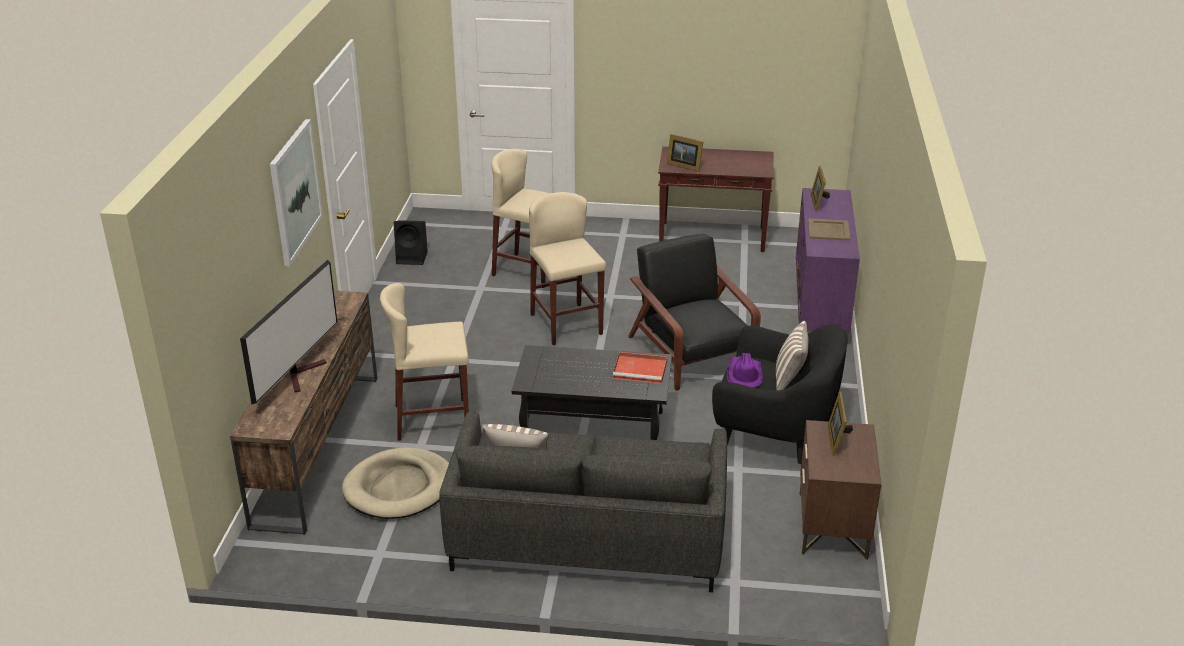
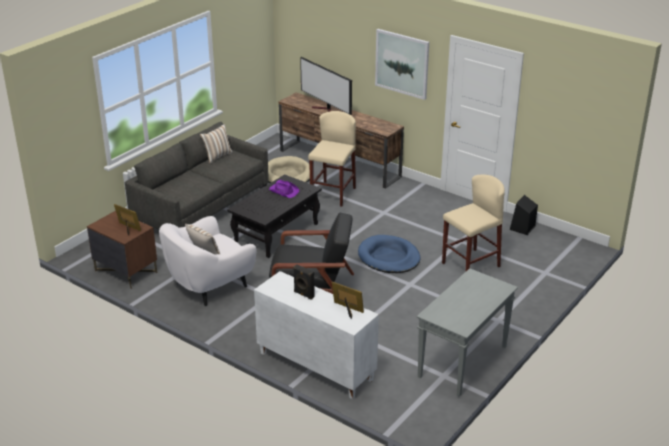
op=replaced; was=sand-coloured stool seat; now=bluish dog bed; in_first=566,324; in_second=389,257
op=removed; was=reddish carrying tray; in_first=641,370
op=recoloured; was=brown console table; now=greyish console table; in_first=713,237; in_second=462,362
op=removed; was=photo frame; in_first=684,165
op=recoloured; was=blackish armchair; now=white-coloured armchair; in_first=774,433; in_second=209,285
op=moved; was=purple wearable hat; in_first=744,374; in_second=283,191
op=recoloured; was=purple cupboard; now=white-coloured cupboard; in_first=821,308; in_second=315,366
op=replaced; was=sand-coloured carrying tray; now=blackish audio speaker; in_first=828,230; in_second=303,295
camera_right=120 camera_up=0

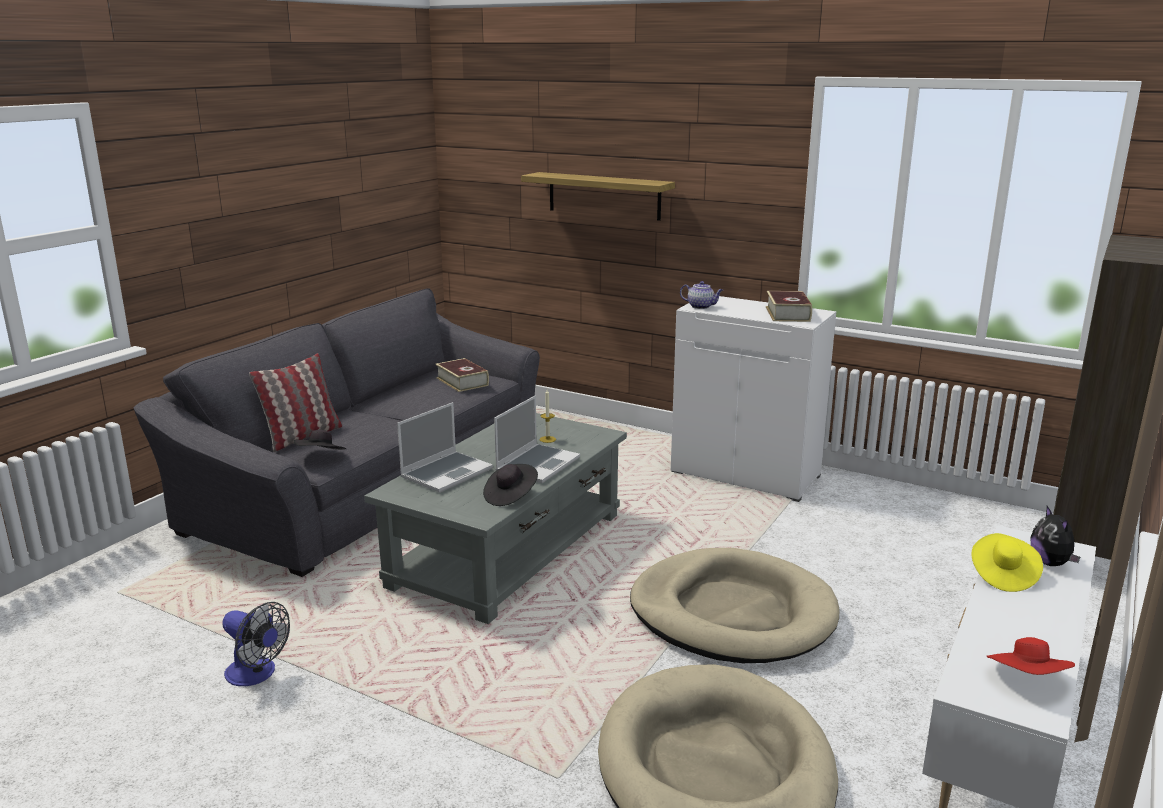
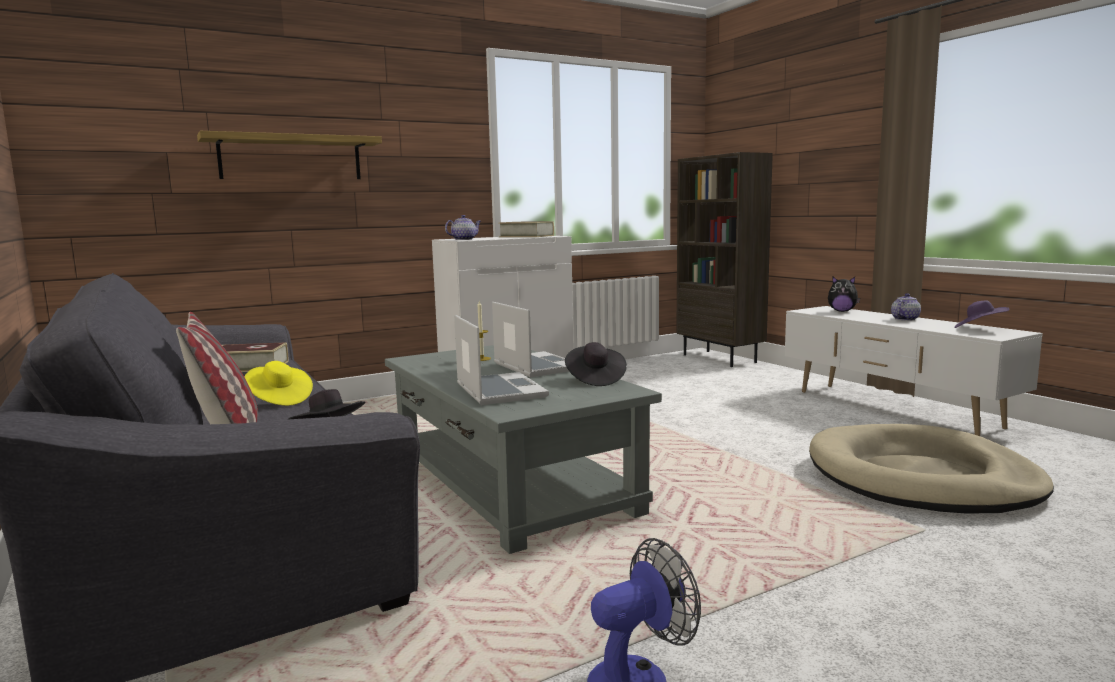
op=removed; was=sand-coloured dog bed; in_first=732,613
op=moved; was=yellow wearable hat; in_first=1002,576; in_second=279,400
op=recoloured; was=reddish wearable hat; now=purple wearable hat; in_first=1027,680; in_second=979,329
op=added; now=pot for tea; in_second=905,319
camera_right=-60 camera_up=-10

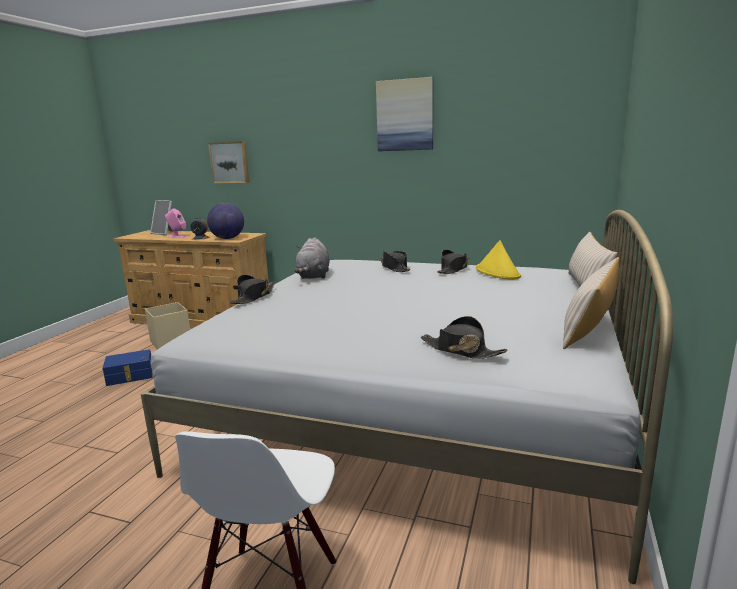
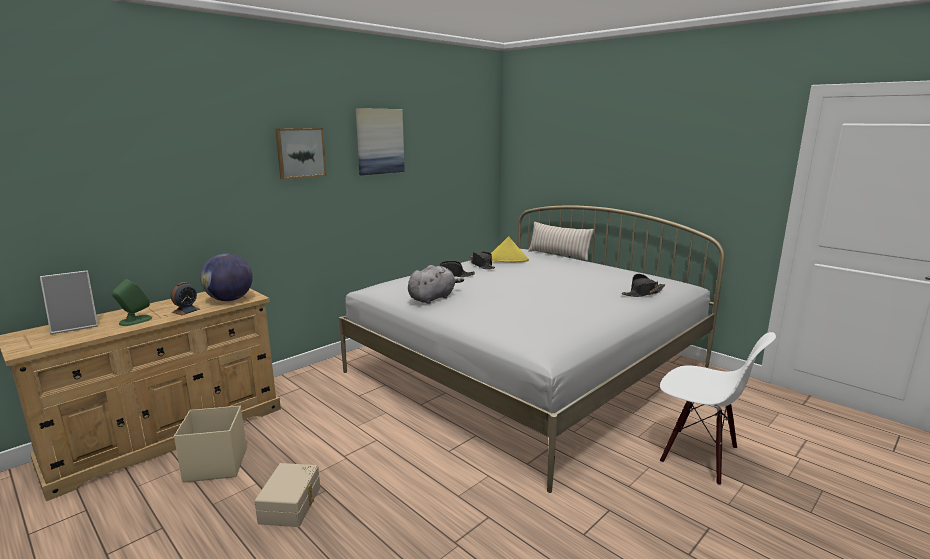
op=recoloured; was=bluish storage box; now=sand-coloured storage box; in_first=130,376; in_second=292,504
op=recoloured; was=pink-coloured audio speaker; now=green audio speaker; in_first=177,236; in_second=135,321
op=moved; was=wall art; in_first=230,162; in_second=300,153
op=removed; was=blackish wearable hat; in_first=253,297
op=turned; was=greyish soft toy; in_first=314,276; in_second=433,298; clockwise=-75
op=removed; was=sand-coloured cushion; in_first=589,327
camera_right=-65 camera_up=0

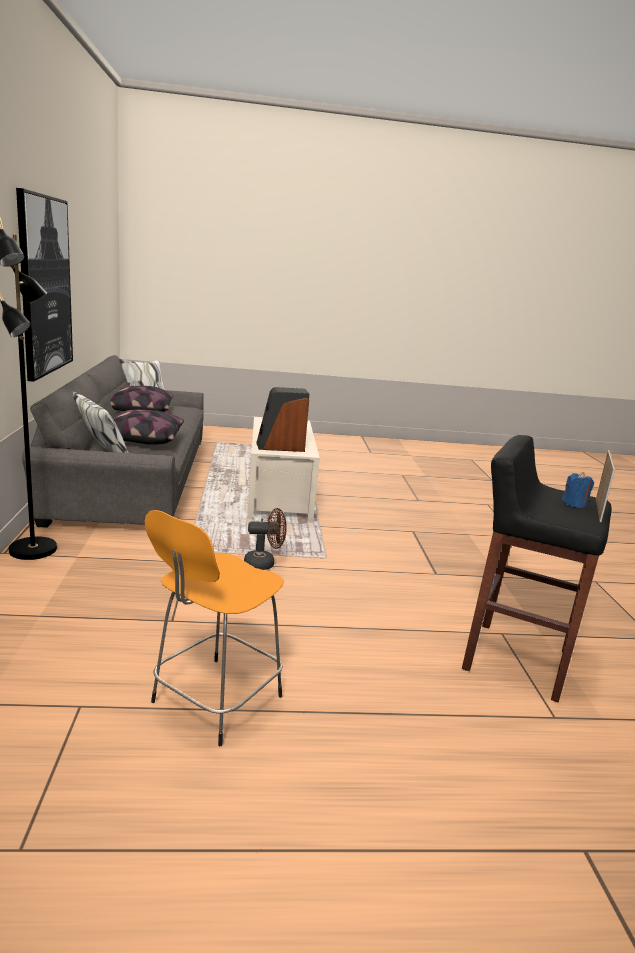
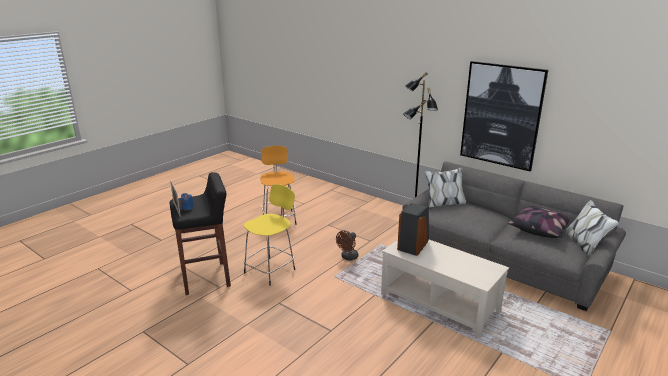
op=removed; was=cushion; in_first=141,441
op=added; now=yellow stool seat; in_second=271,270
camera_right=135 camera_up=5

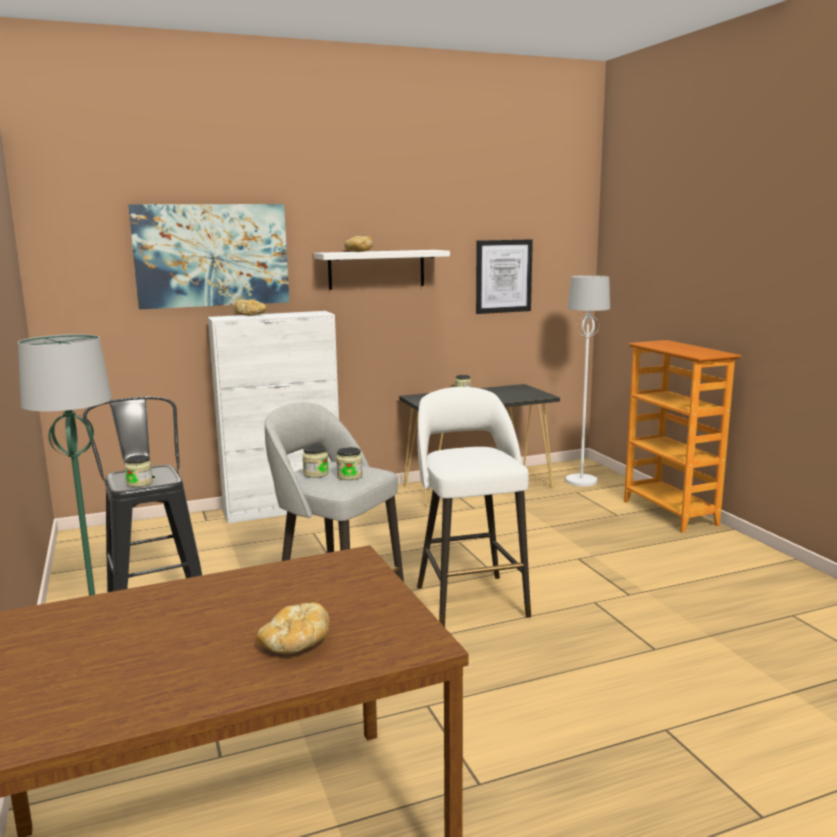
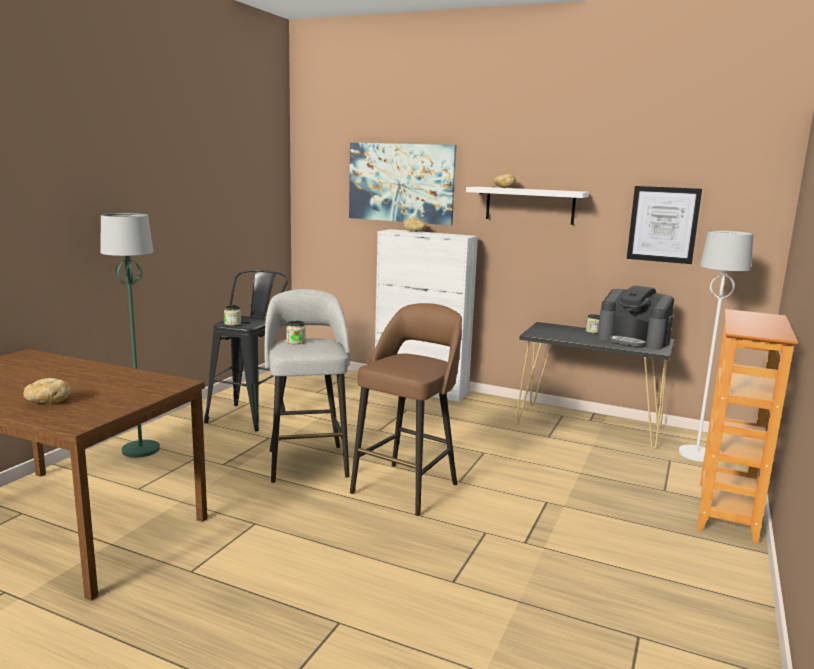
op=removed; was=storage jar; in_first=349,476
op=recoloured; was=white-coloured stool seat; now=brown stool seat; in_first=470,600; in_second=406,487
op=added; now=coffee maker; in_second=633,340
camera_right=45 camera_up=0

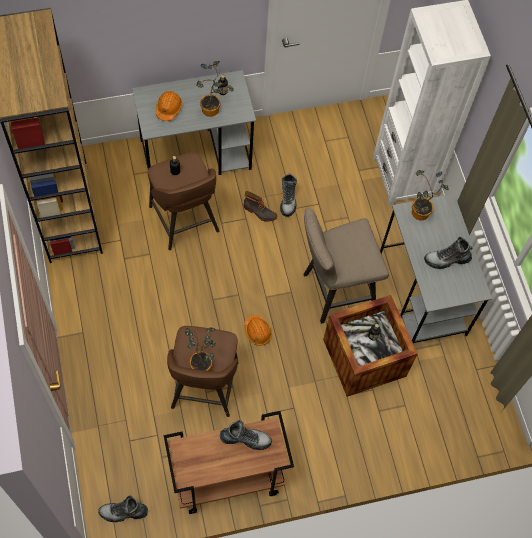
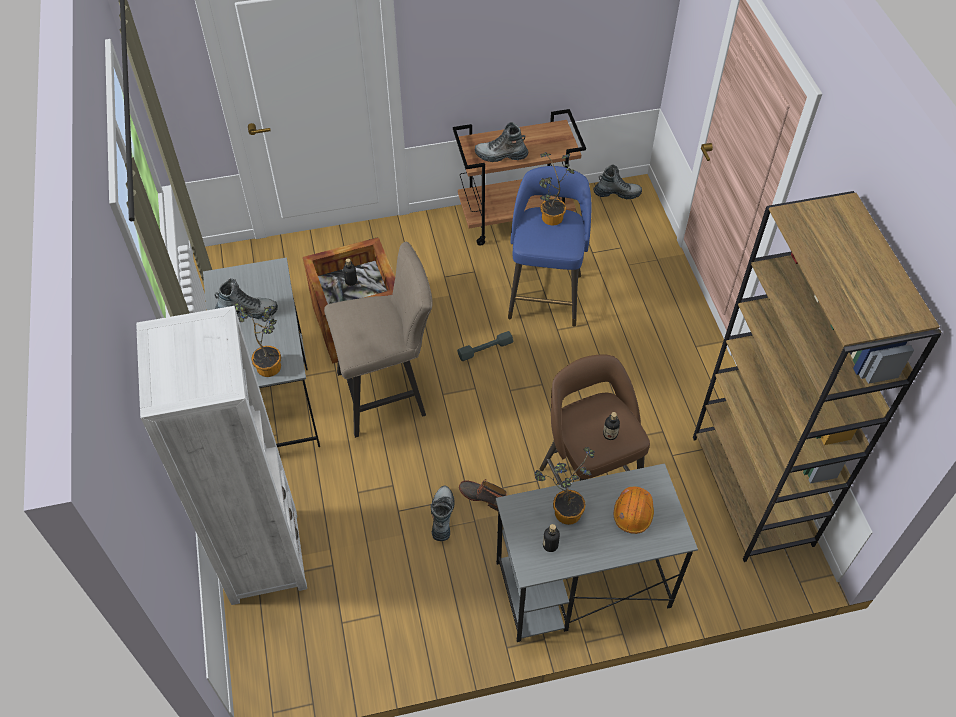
op=recoloured; was=brown stool seat; now=bluish stool seat; in_first=204,387; in_second=545,294
op=replaced; was=orange safety helmet; now=greyish free weight; in_first=257,332; in_second=485,349
camera_right=-175 camera_up=-10

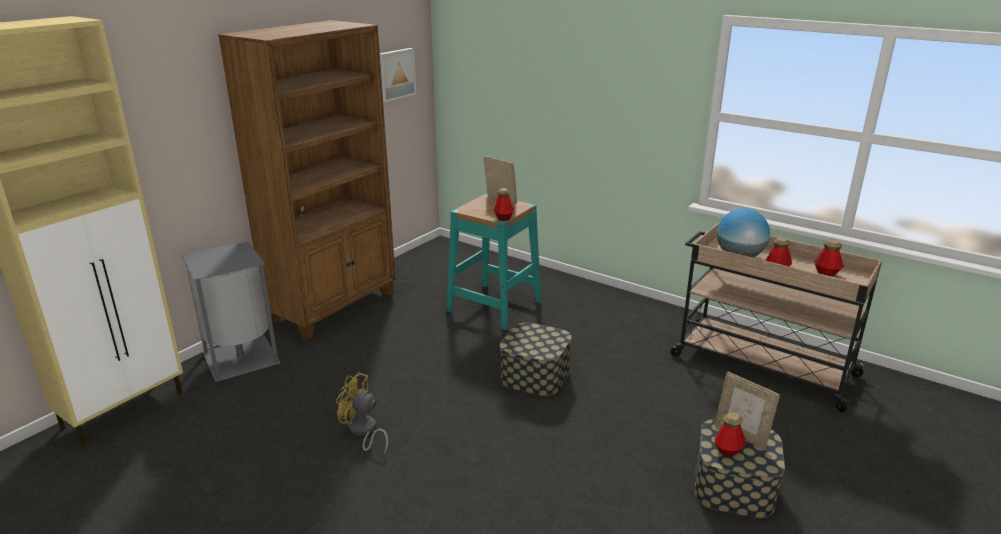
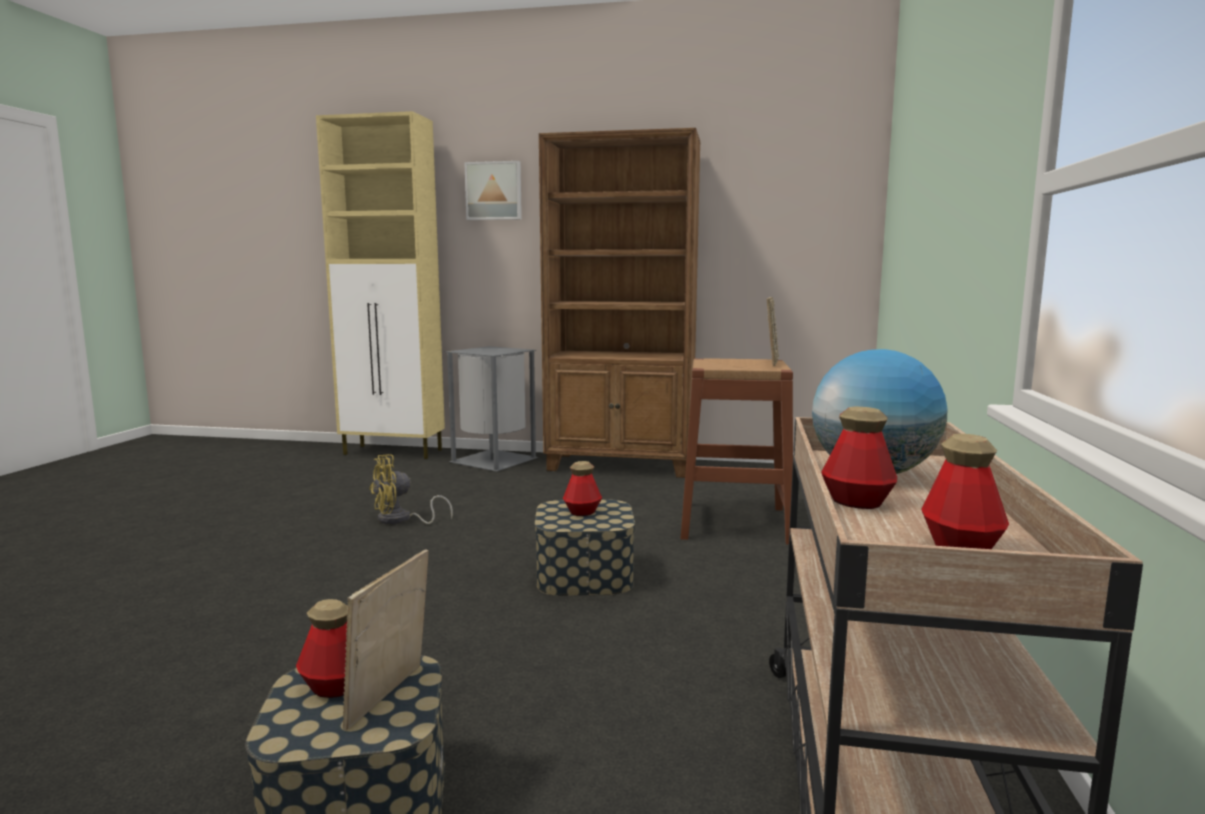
op=turned; was=yellow electric fan; in_first=363,431; in_second=401,520; clockwise=-120
op=moved; was=wall art; in_first=395,74; in_second=494,191
op=recoloured; was=turquoise-coloured stool seat; now=brown stool seat; in_first=494,306; in_second=734,522
op=moved; was=drink bottle; in_first=504,218; in_second=582,512
camera_right=65 camera_up=-15

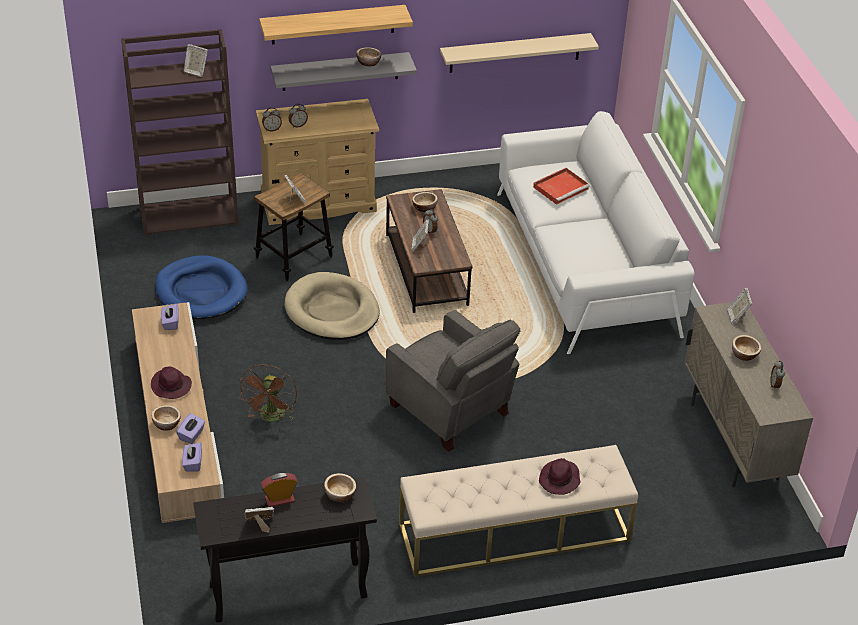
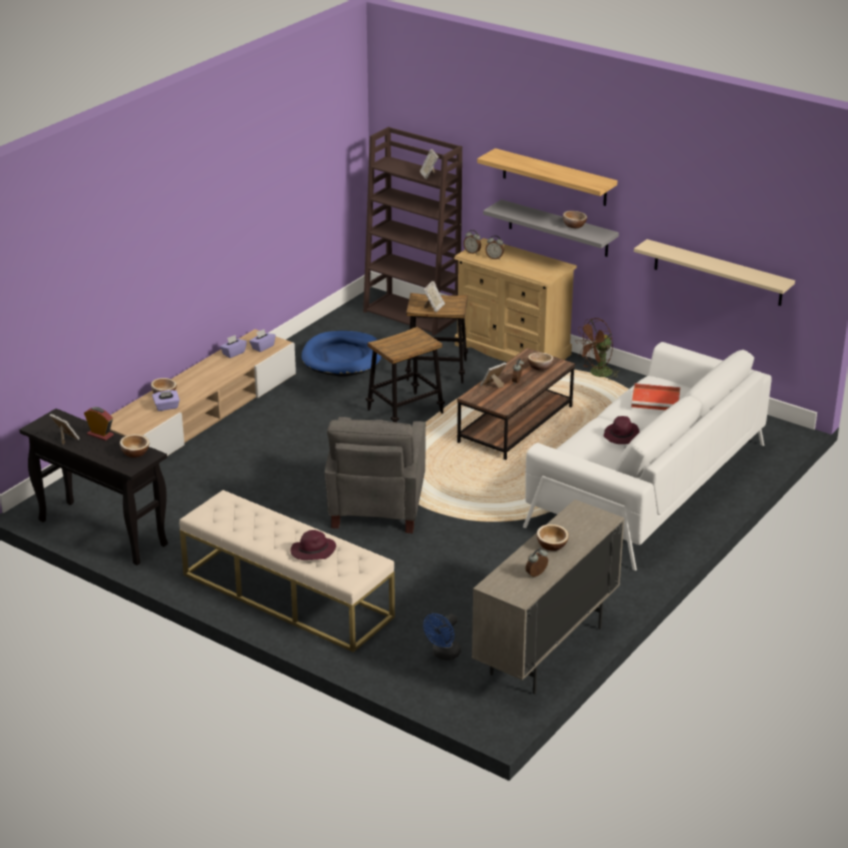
op=moved; was=purple wearable hat; in_first=171,386; in_second=622,436
op=moved; was=purple tissue holder; in_first=192,463; in_second=233,353
op=moved; was=brown electric fan; in_first=271,418; in_second=597,374
op=replaced; was=sand-coloured dog bed; now=stool seat; in_first=332,311; in_second=405,412
op=removed; was=photo frame; in_first=737,316
op=added; now=bluish electric fan; in_second=443,654
camera_right=50 camera_up=-10

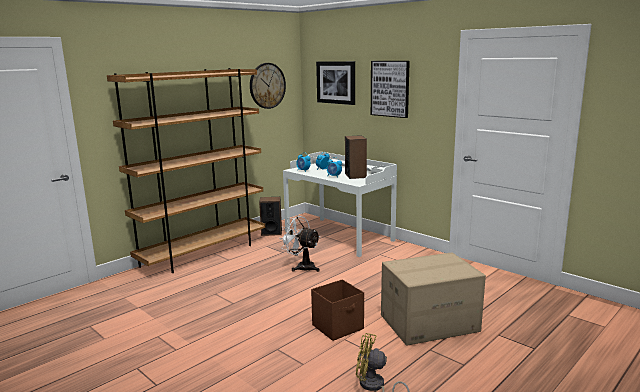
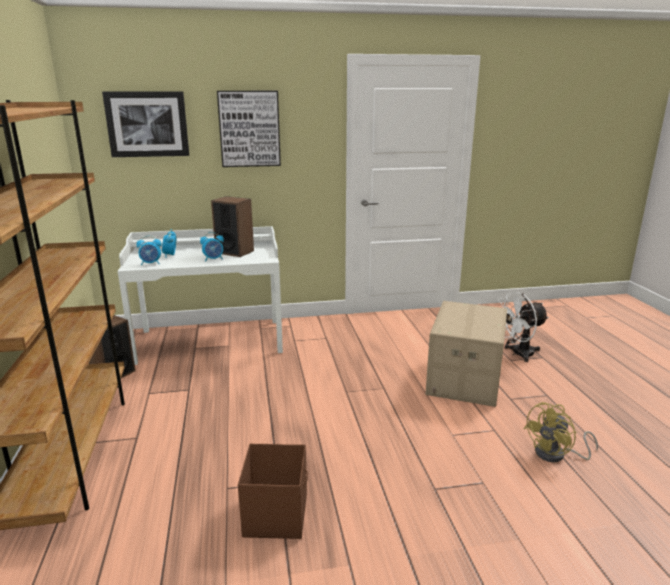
op=removed; was=hanging clock; in_first=267,85
op=moved; was=white-coloured electric fan; in_first=302,267; in_second=518,354
op=moved; was=brown storage box; in_first=338,327; in_second=276,514
camera_right=-55 camera_up=5

